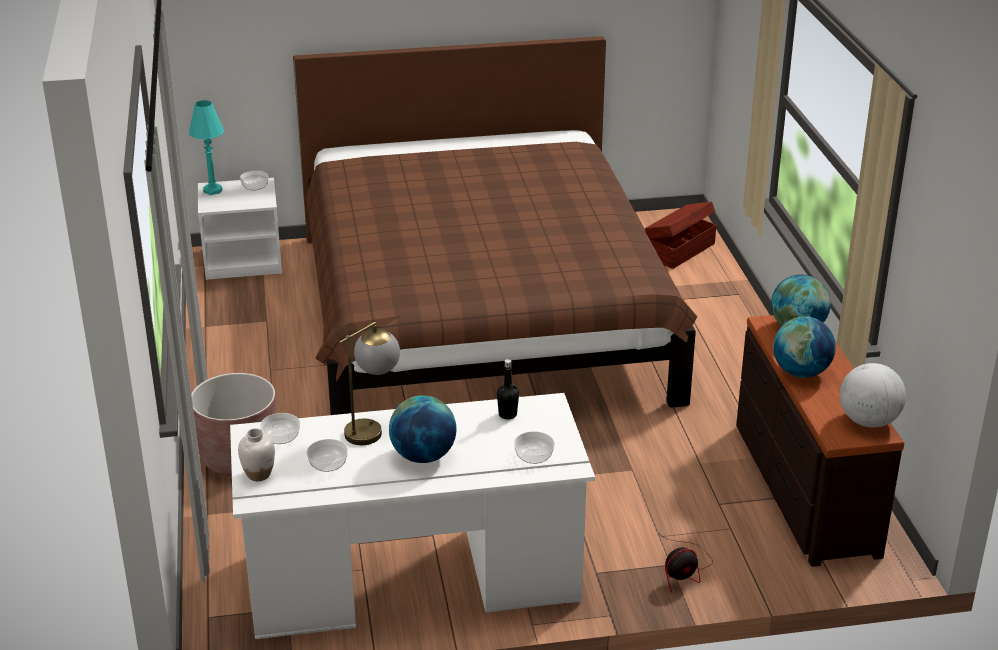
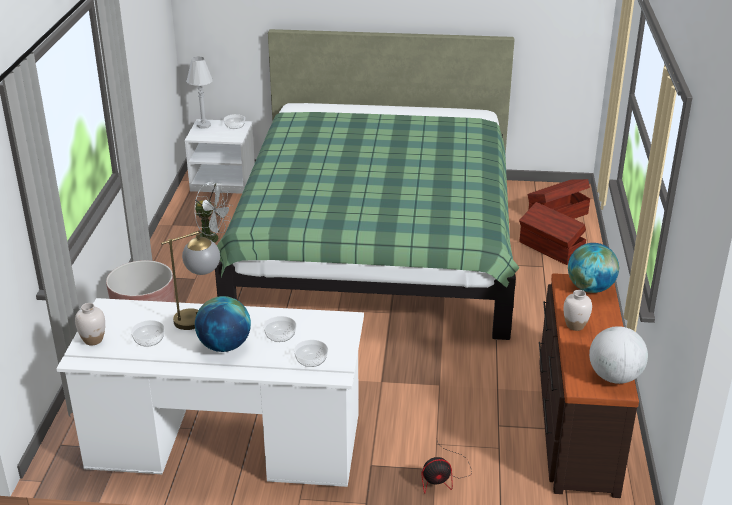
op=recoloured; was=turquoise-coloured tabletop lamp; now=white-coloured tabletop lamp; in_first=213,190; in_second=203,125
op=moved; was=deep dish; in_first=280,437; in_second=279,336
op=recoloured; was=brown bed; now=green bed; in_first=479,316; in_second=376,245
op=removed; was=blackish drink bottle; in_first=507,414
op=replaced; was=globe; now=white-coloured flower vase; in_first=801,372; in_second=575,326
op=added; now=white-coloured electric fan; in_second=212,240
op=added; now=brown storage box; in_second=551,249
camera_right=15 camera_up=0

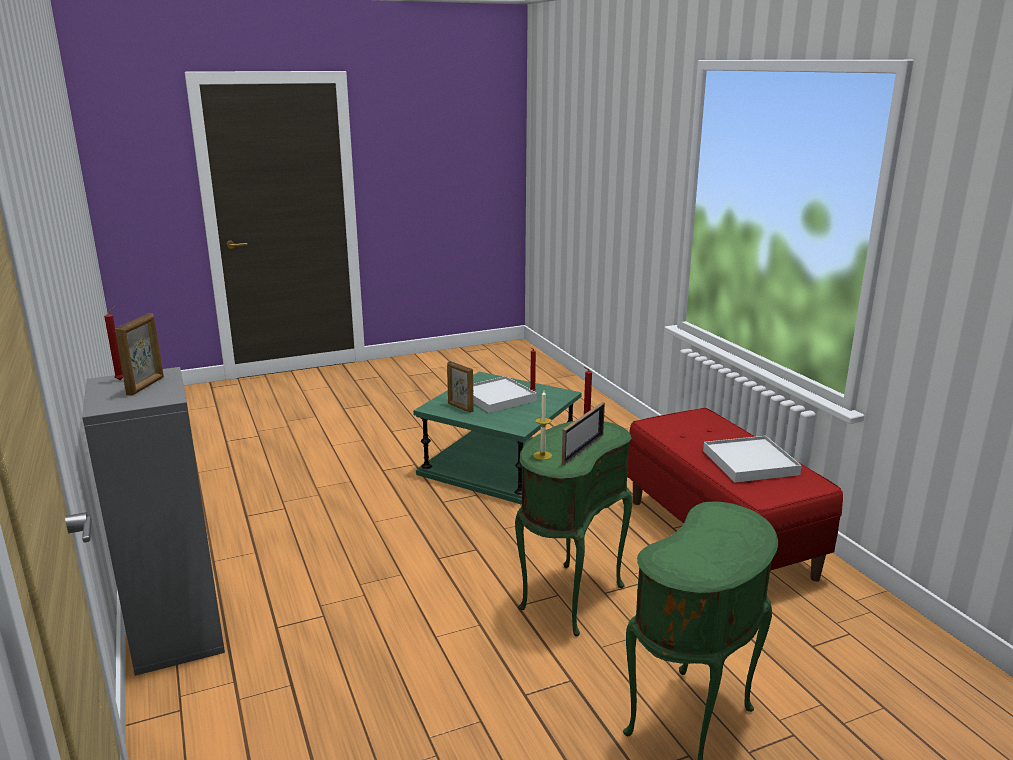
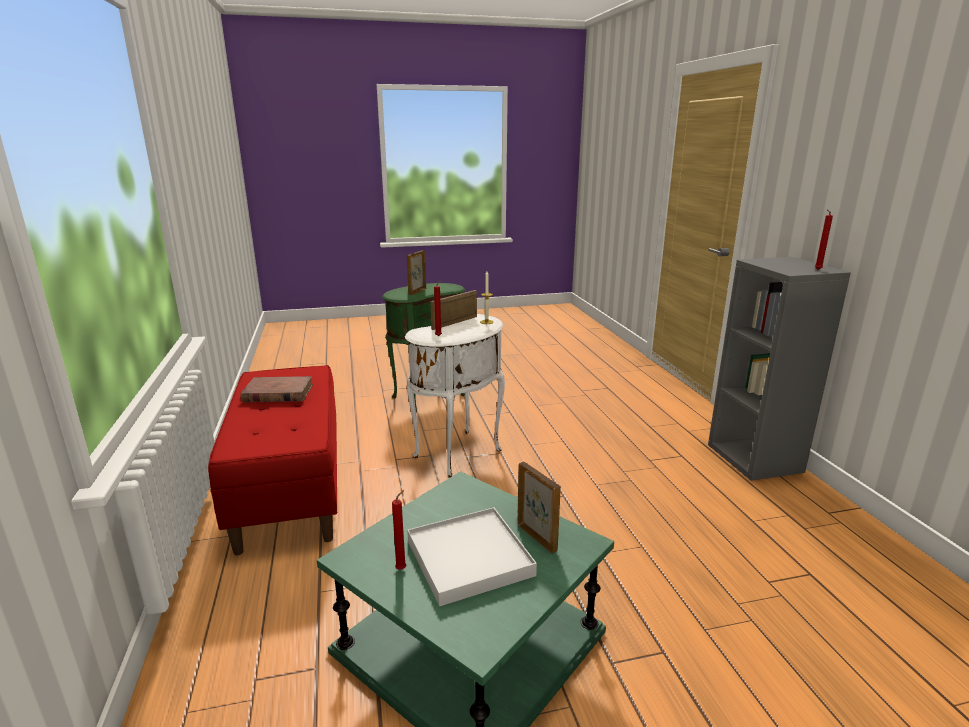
op=moved; was=photo frame; in_first=146,386; in_second=417,292
op=recoloured; was=green side table; now=white-coloured side table; in_first=568,597; in_second=460,455
op=replaced; was=white-coloured carrying tray; now=brown bound book; in_first=749,462; in_second=277,393
camera_right=-170 camera_up=0

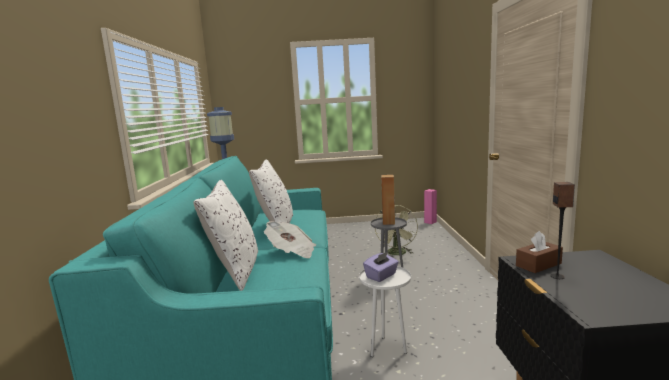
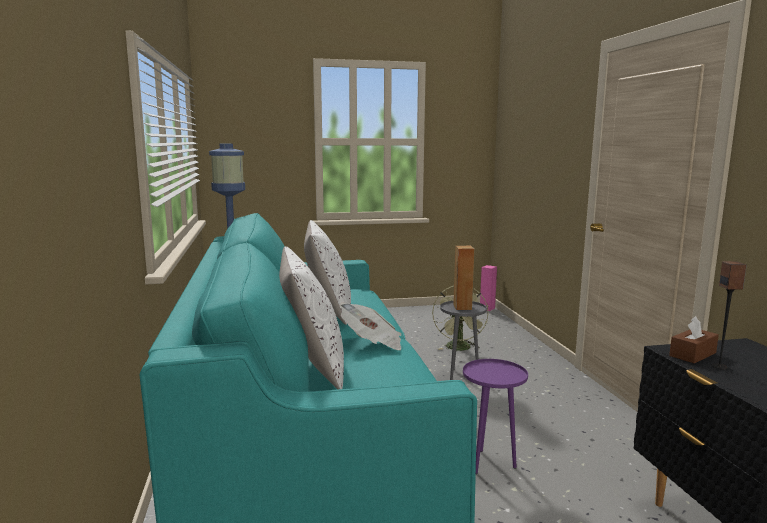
op=recoloured; was=white-coloured side table; now=purple side table; in_first=387,348; in_second=490,463
op=removed; was=purple tissue holder; in_first=381,276
camera_right=-10 camera_up=0

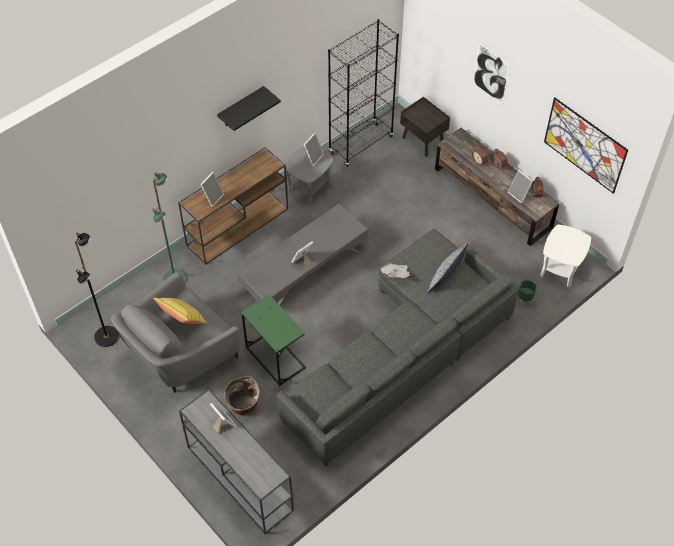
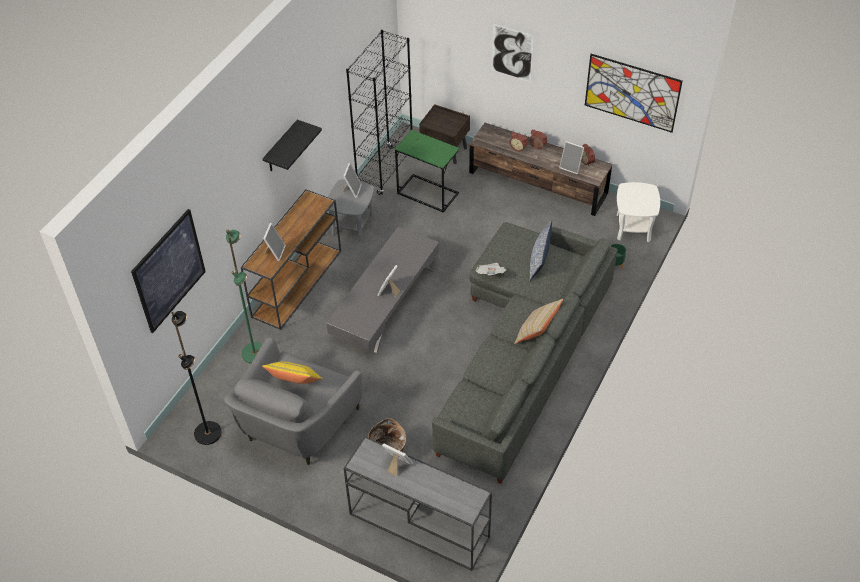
op=moved; was=green side table; in_first=275,357; in_second=427,193
op=added; now=wall art; in_second=169,271
op=added; now=sand-coloured cushion; in_second=537,333
camera_right=-20 camera_up=-5

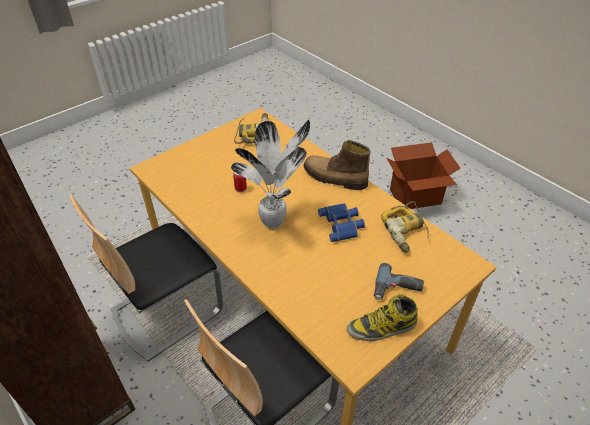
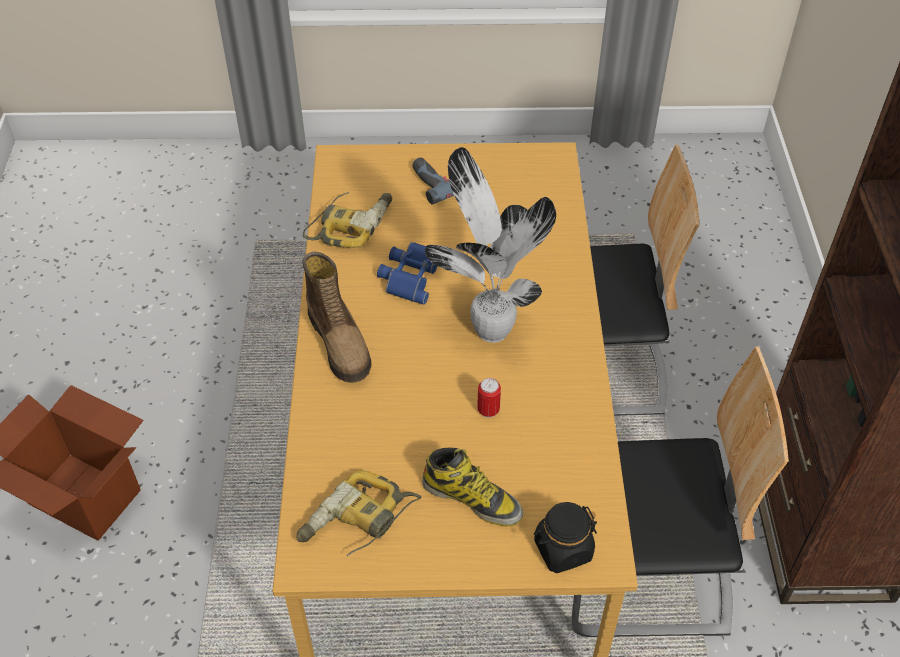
op=moved; was=high-top boot; in_first=381,328; in_second=472,498
op=added; now=blackish storage jar; in_second=562,549
camera_right=-140 camera_up=5

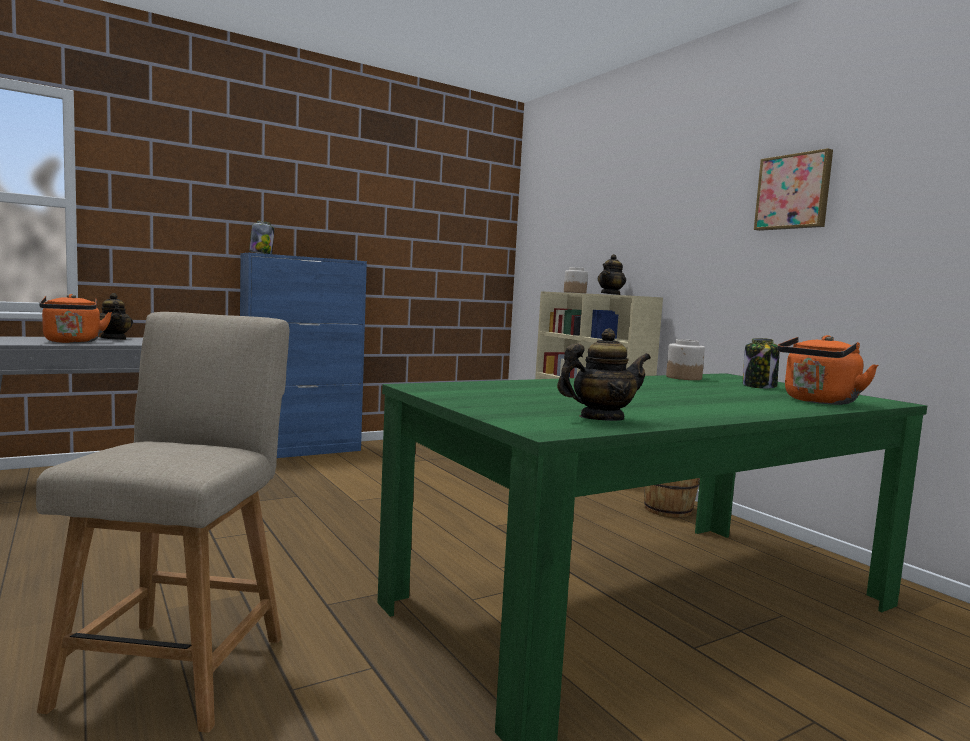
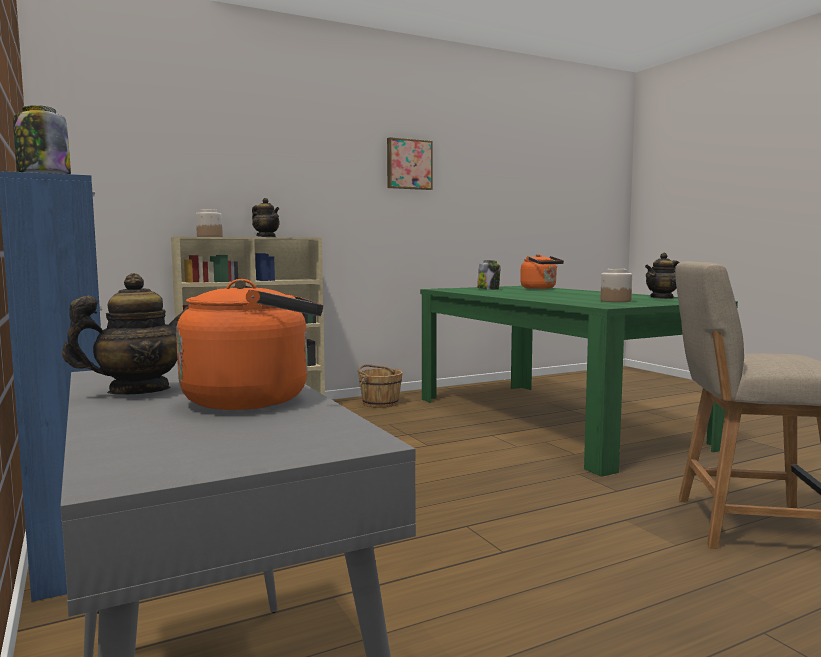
op=turned; was=pot for tea; in_first=601,418; in_second=662,298; clockwise=-105
op=moved; was=storage jar; in_first=684,378; in_second=615,301
camera_right=-85 camera_up=0

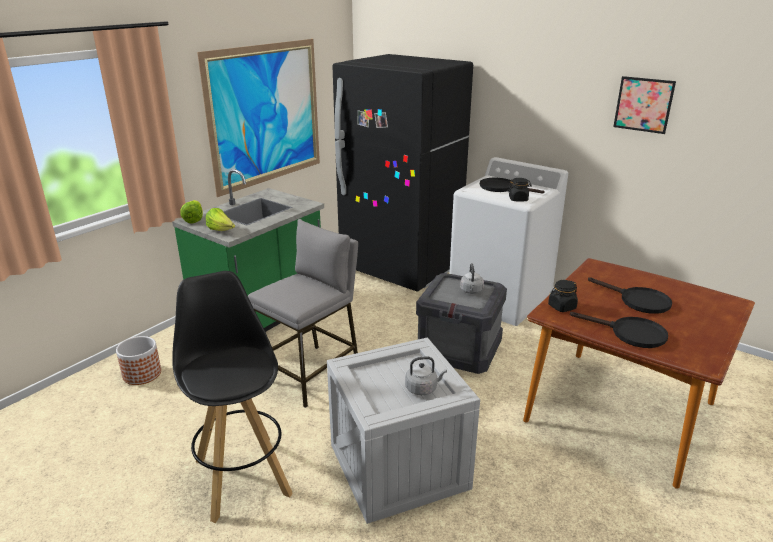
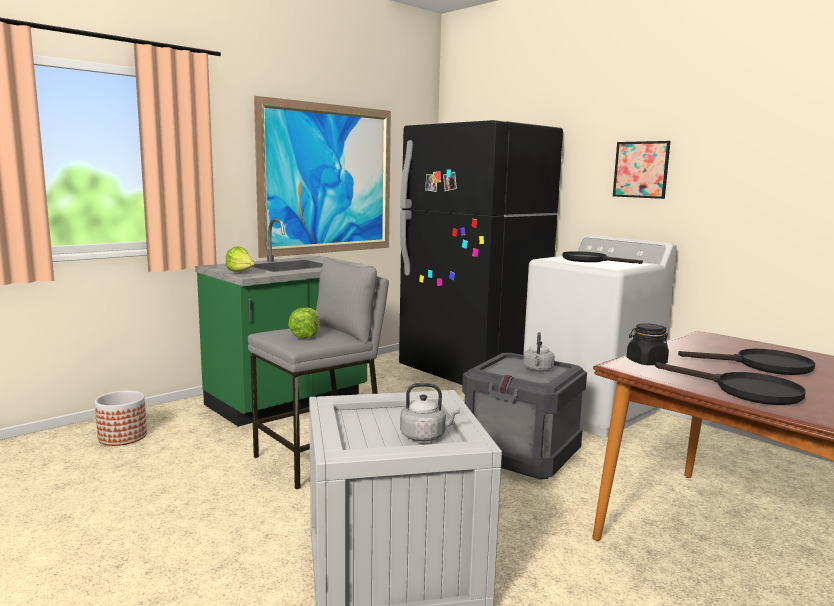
op=removed; was=blackish stool seat; in_first=242,475
op=moved; was=lettuce; in_first=194,219; in_second=306,335
op=removed; was=blackish storage jar; in_first=518,199
op=turned; was=blackish pan; in_first=638,301; in_second=762,365; clockwise=-45
op=moved; was=wall art; in_first=643,104; in_second=641,169
camera_right=10 camera_up=-15

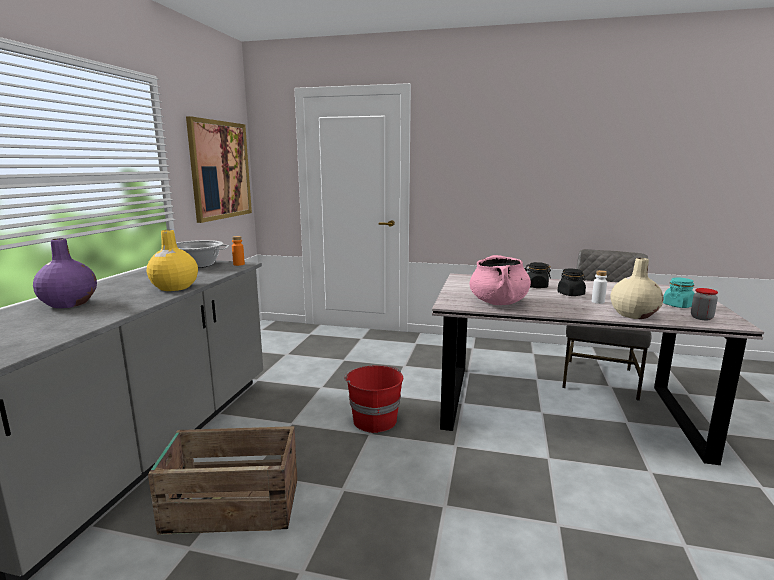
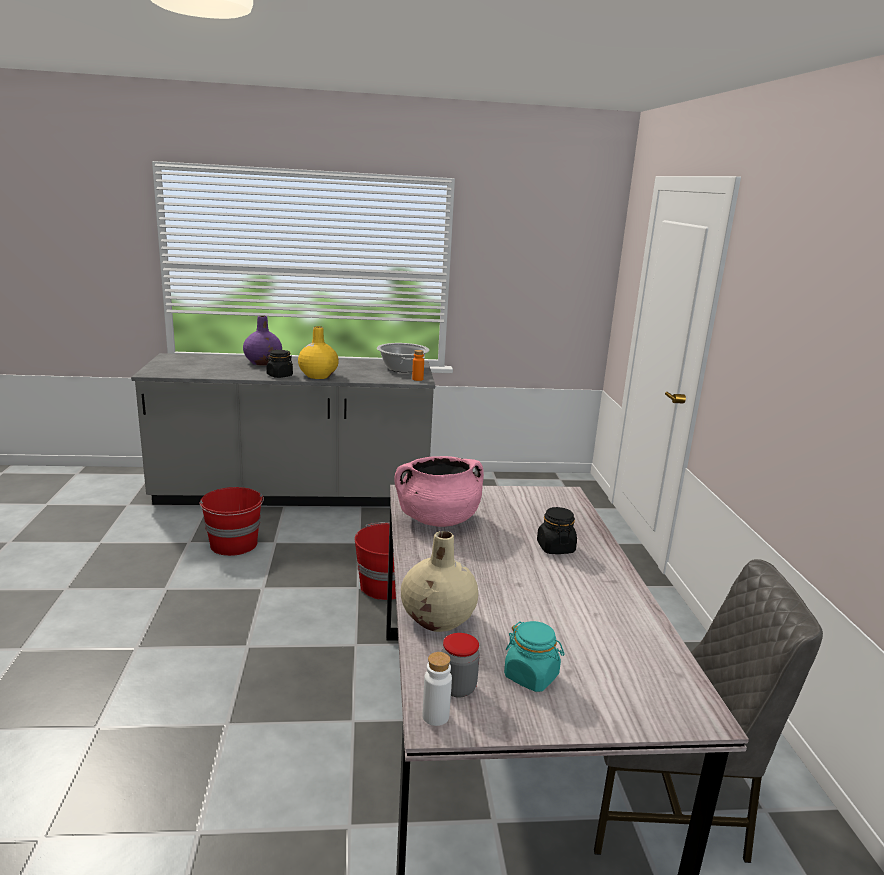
op=replaced; was=packing crate; now=reddish water bucket; in_first=231,505; in_second=234,544
op=removed; was=wall art; in_first=220,170
op=moved; was=blackish storage jar; in_first=571,294; in_second=279,375
op=moved; was=white-coloured drink bottle; in_first=598,302; in_second=435,716
camera_right=70 camera_up=5

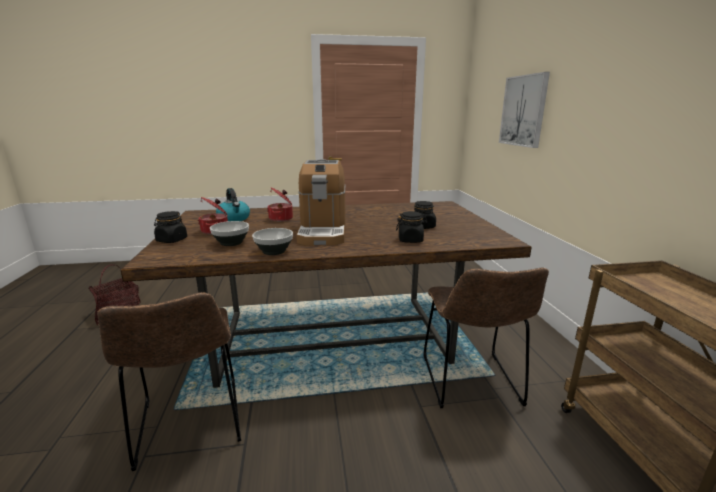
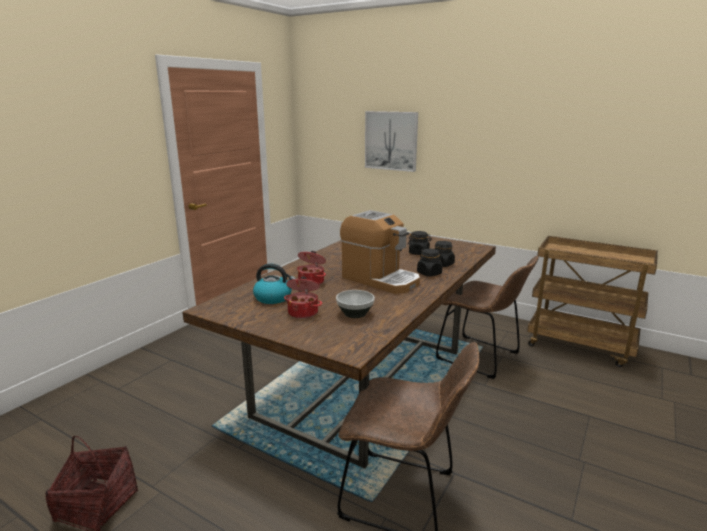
op=moved; was=blackish storage jar; in_first=171,240; in_second=429,273
op=removed; was=deep dish; in_first=274,251
camera_right=-50 camera_up=0

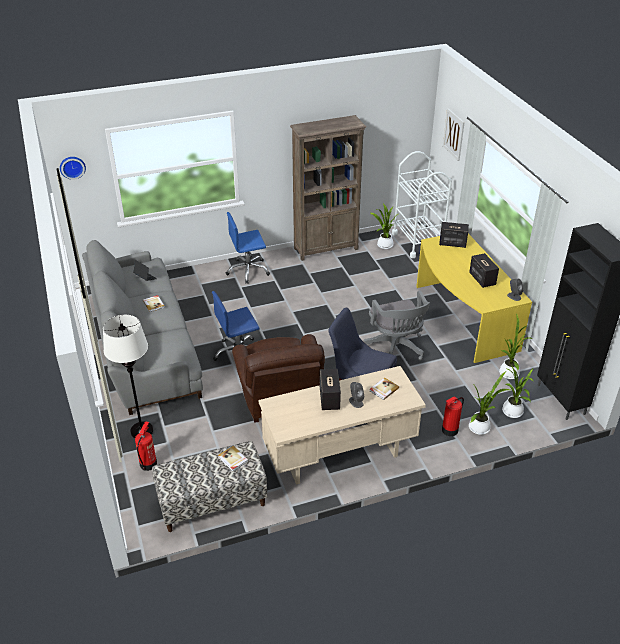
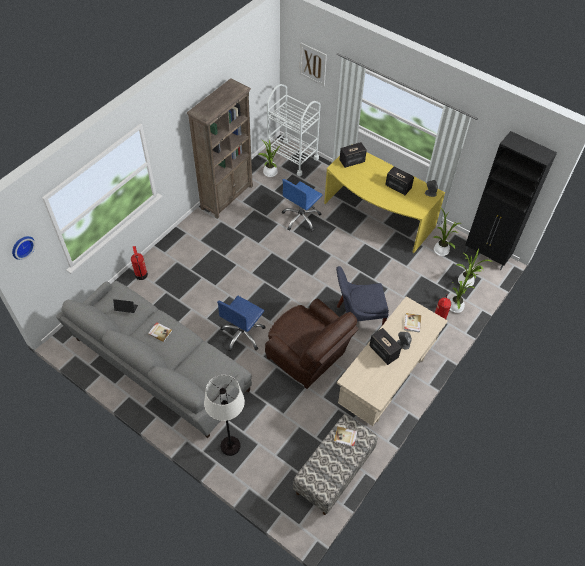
op=moved; was=fire-fighting cylinder; in_first=148,463; in_second=141,274
op=moved; was=bluish computer chair; in_first=248,271; in_second=301,218
op=removed; was=greyish computer chair; in_first=396,349
camera_right=-35 camera_up=15

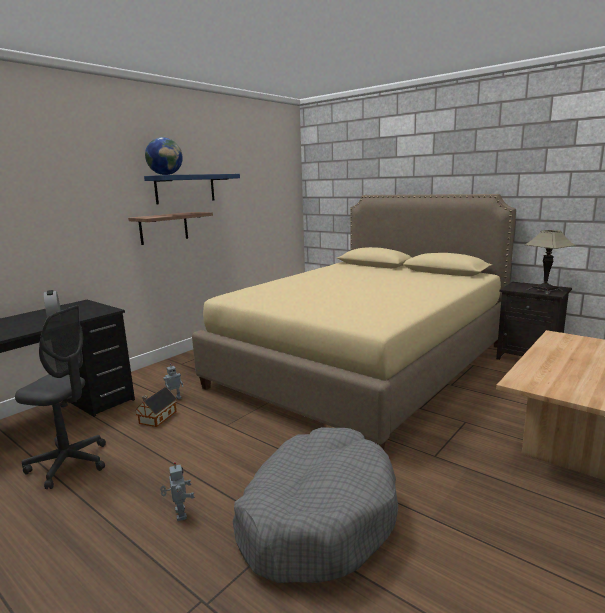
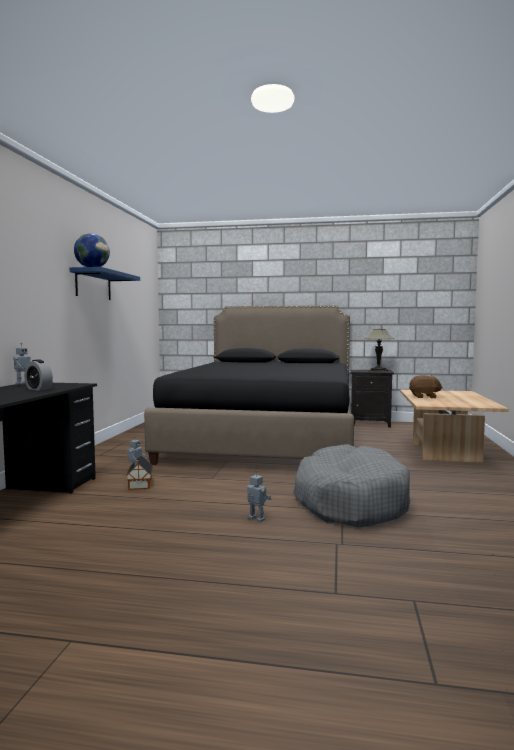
op=removed; was=greyish computer chair; in_first=69,464
op=removed; was=wall shelf; in_first=164,228
op=recoloured; was=sand-coloured bed; now=blackish bed; in_first=363,365; in_second=266,438
op=added; now=model robot; in_second=22,384
op=added; now=brown soft toy; in_second=424,397
camera_right=-30 camera_up=-10

